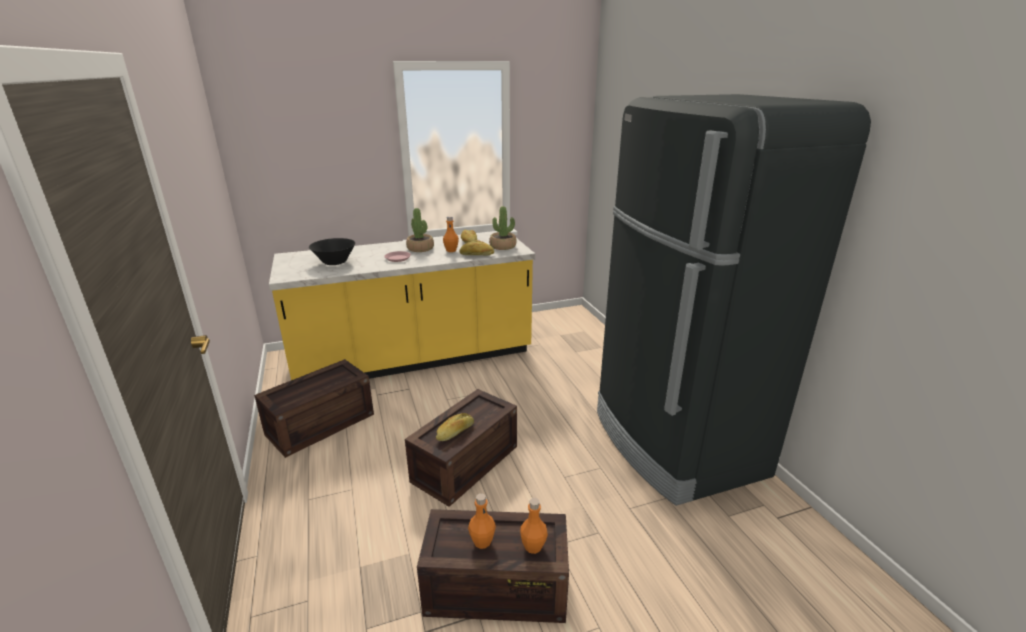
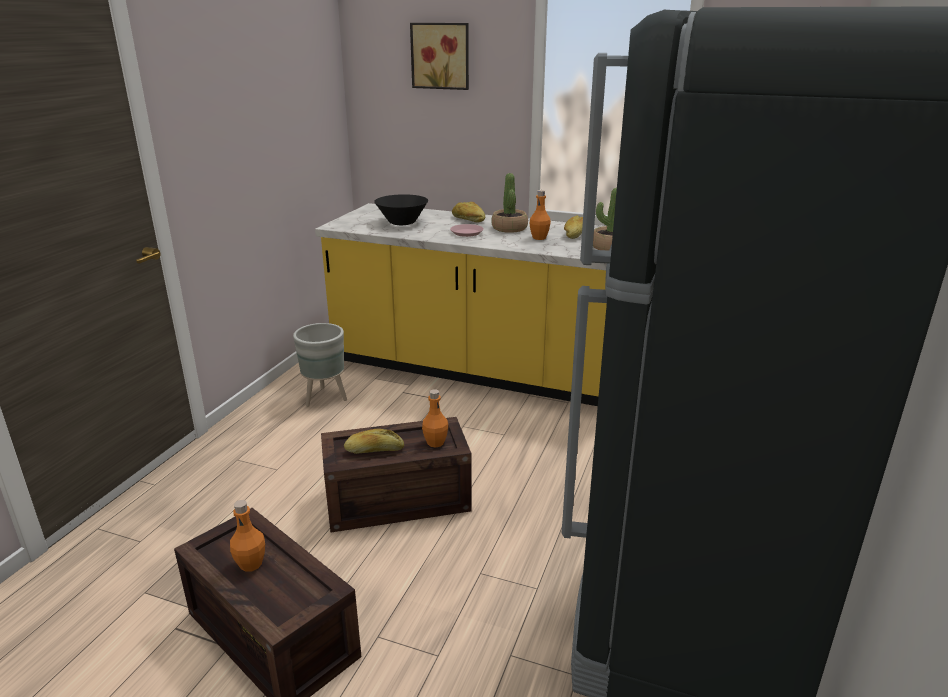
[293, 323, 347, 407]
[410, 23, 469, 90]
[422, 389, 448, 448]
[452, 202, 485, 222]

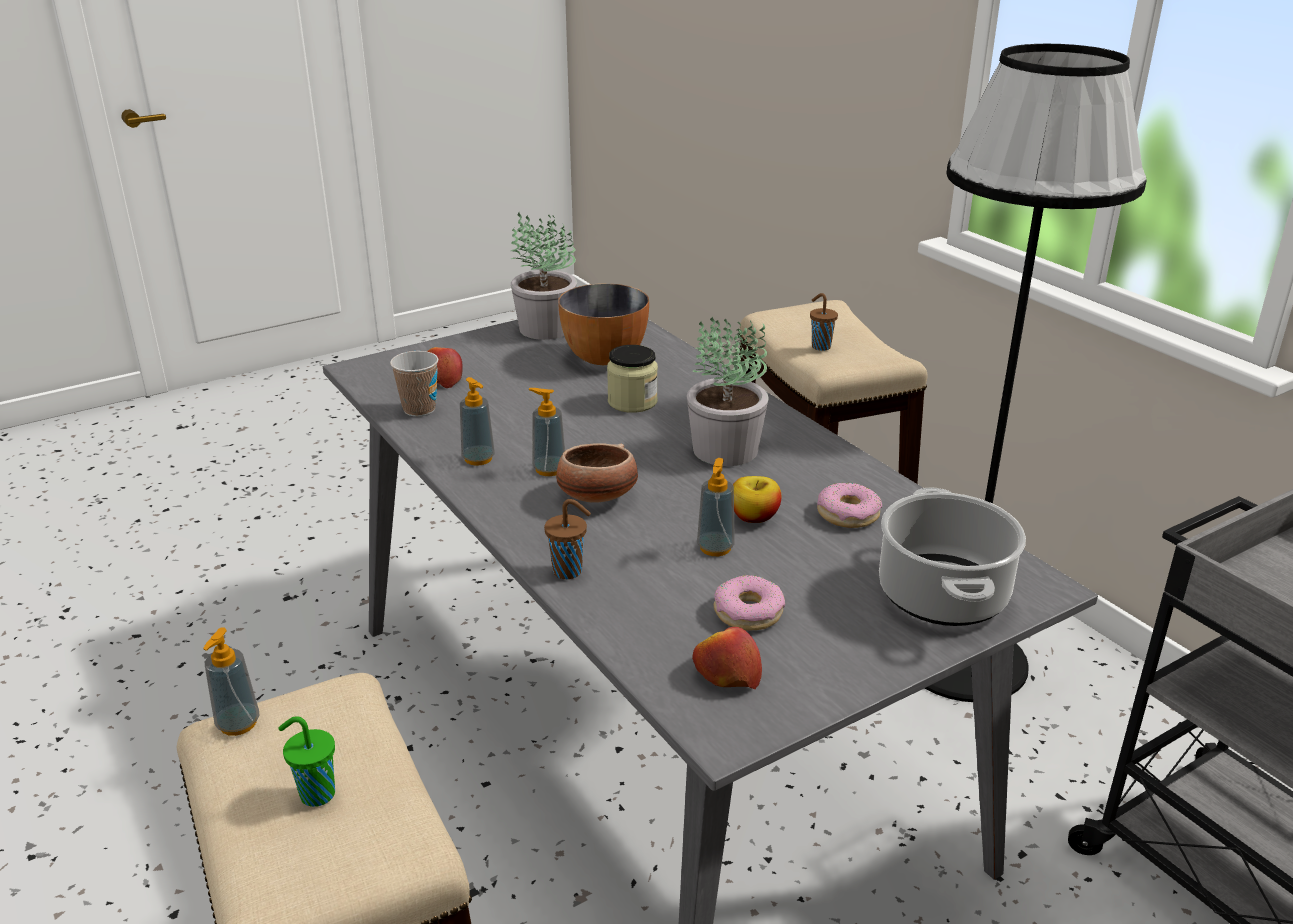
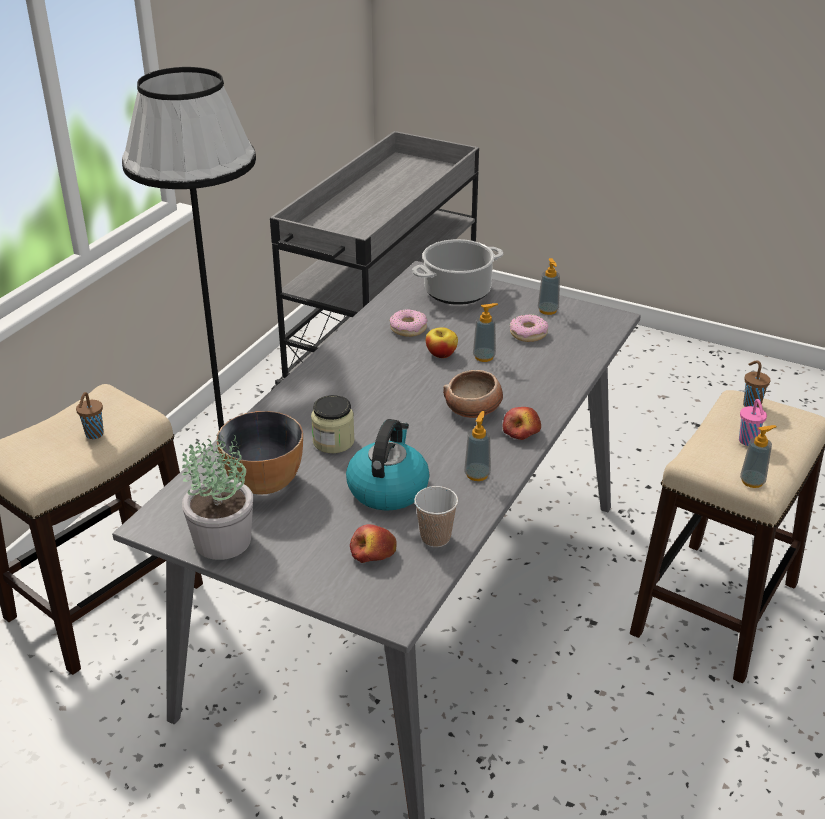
[346, 419, 430, 511]
[503, 407, 541, 440]
[538, 258, 560, 315]
[739, 399, 767, 446]
[743, 360, 771, 408]
[687, 317, 769, 466] (first image)

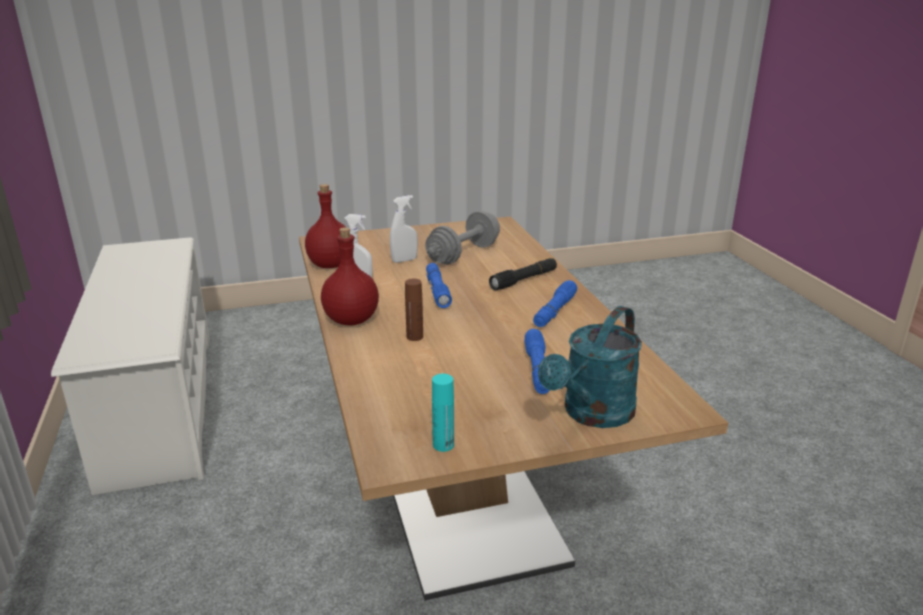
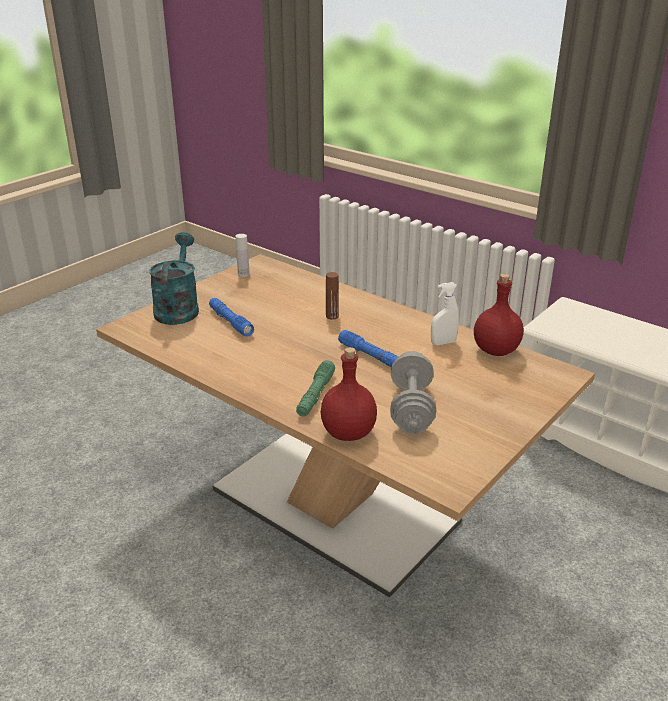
[236, 234, 250, 277]
[296, 360, 335, 417]
[321, 347, 377, 441]
[390, 195, 418, 263] (first image)
[533, 280, 577, 327] (first image)

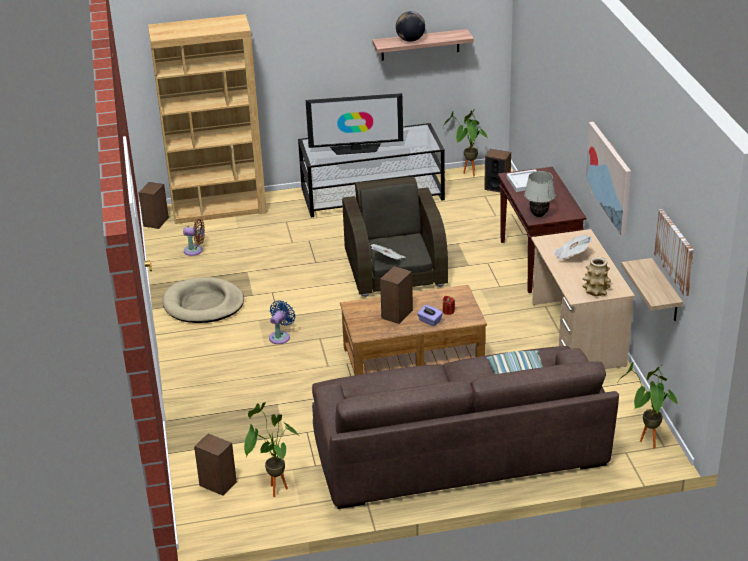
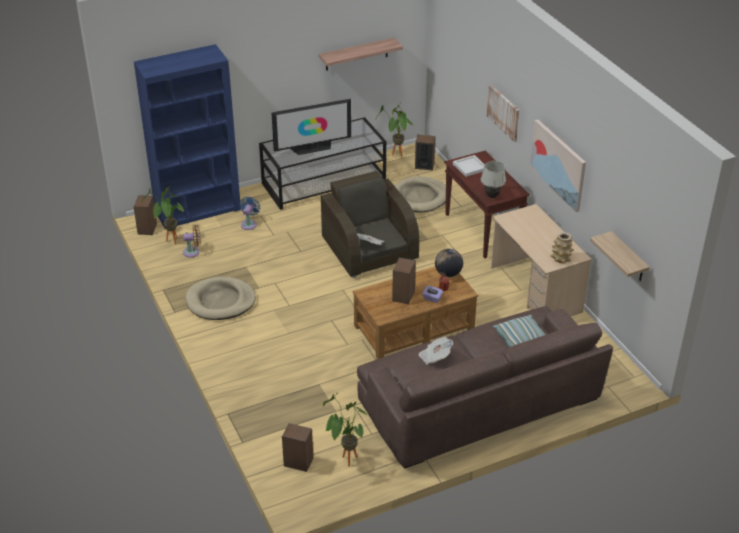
[134, 44, 241, 229]
[142, 186, 184, 245]
[240, 197, 260, 230]
[395, 176, 446, 212]
[419, 337, 453, 365]
[435, 249, 463, 277]
[487, 85, 519, 142]

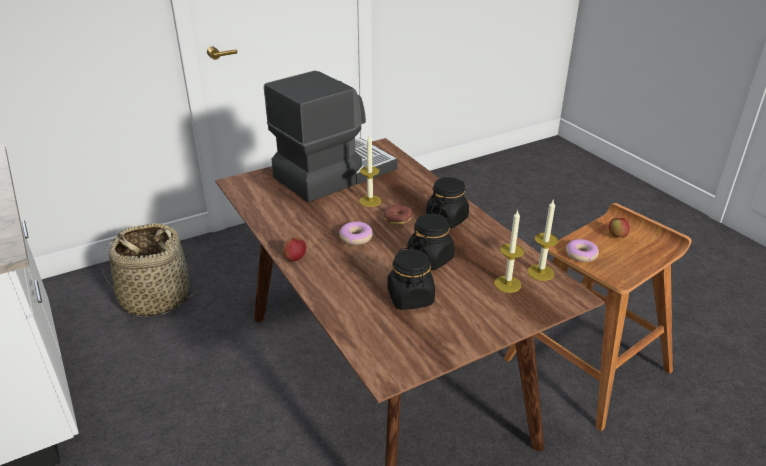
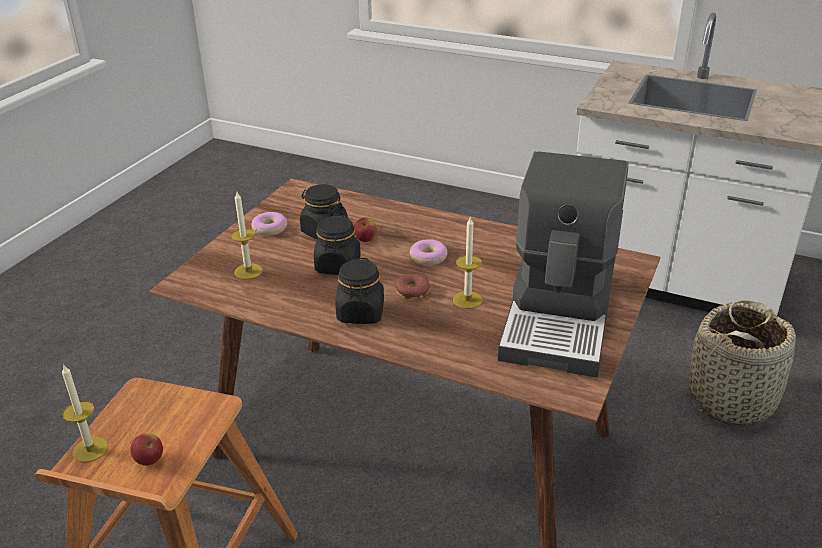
[62, 364, 108, 463]
[252, 212, 287, 236]
[354, 217, 377, 242]

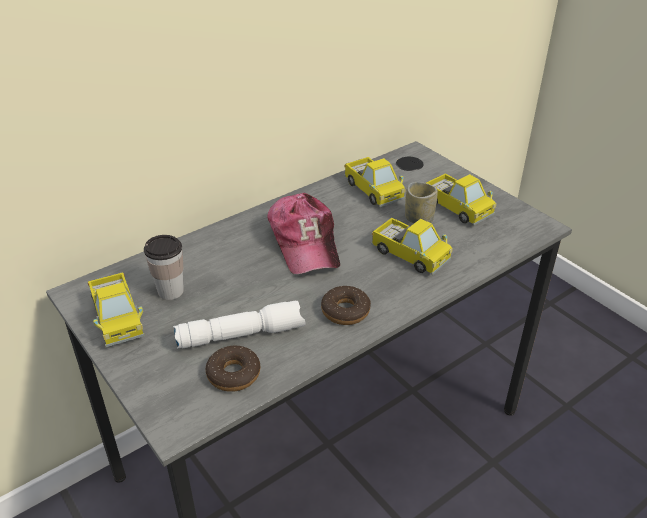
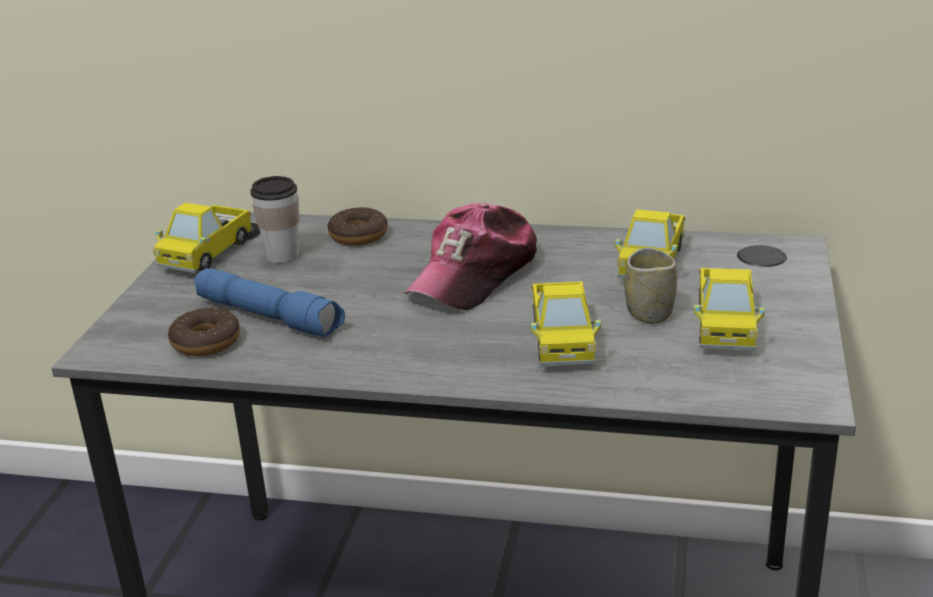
[194, 268, 345, 337]
[328, 207, 388, 246]

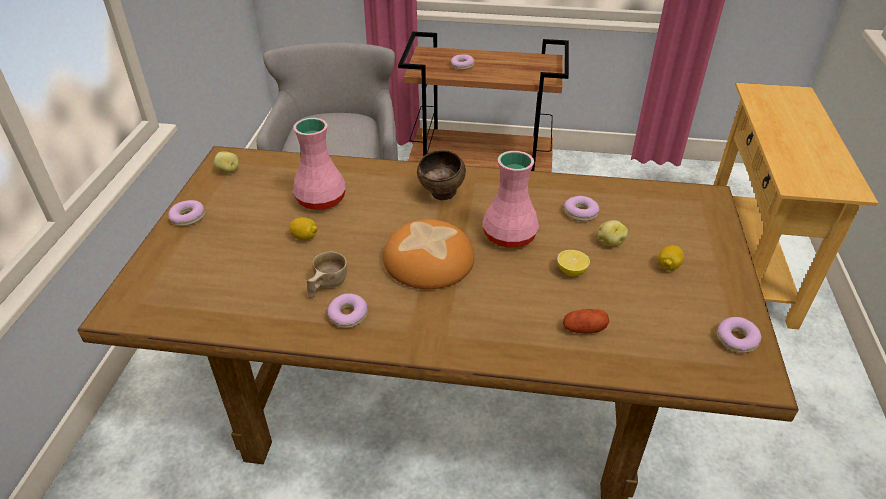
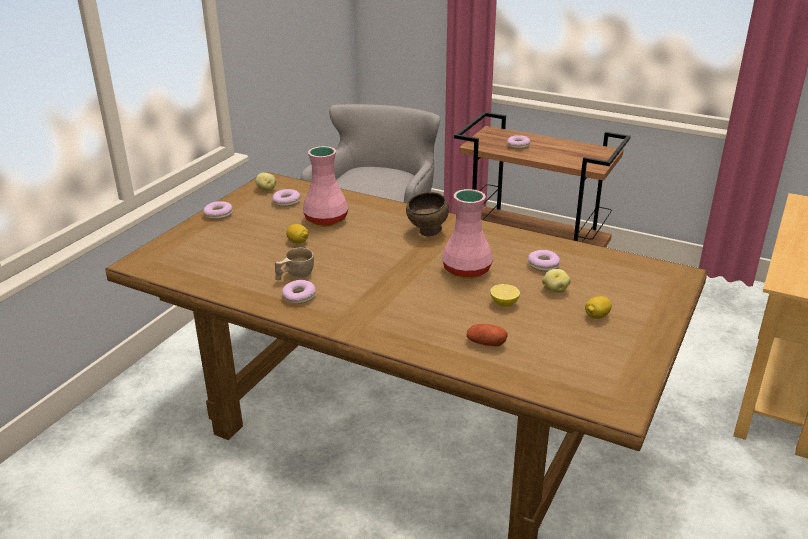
[273, 189, 300, 207]
[383, 219, 474, 289] (first image)

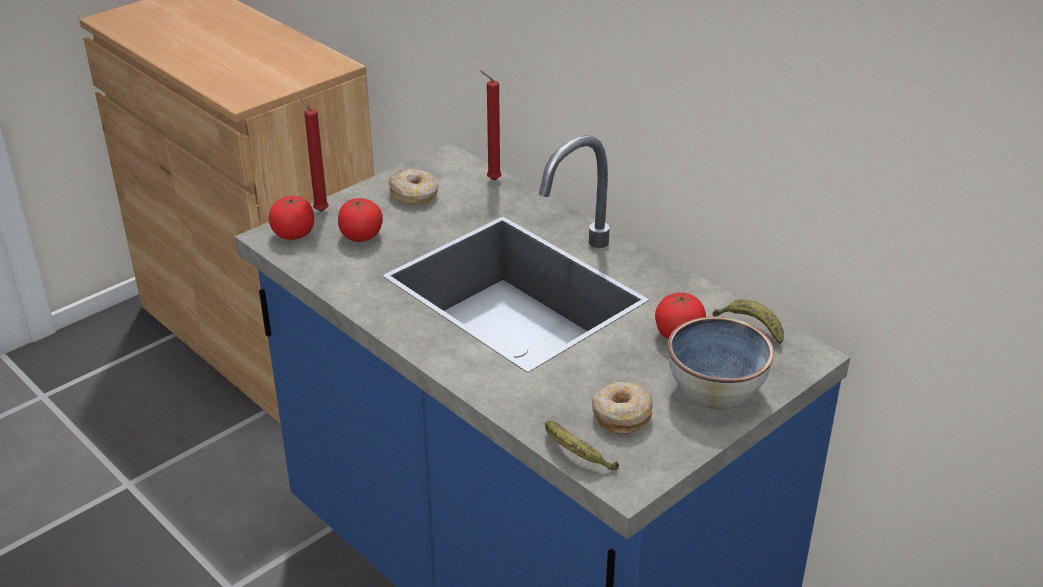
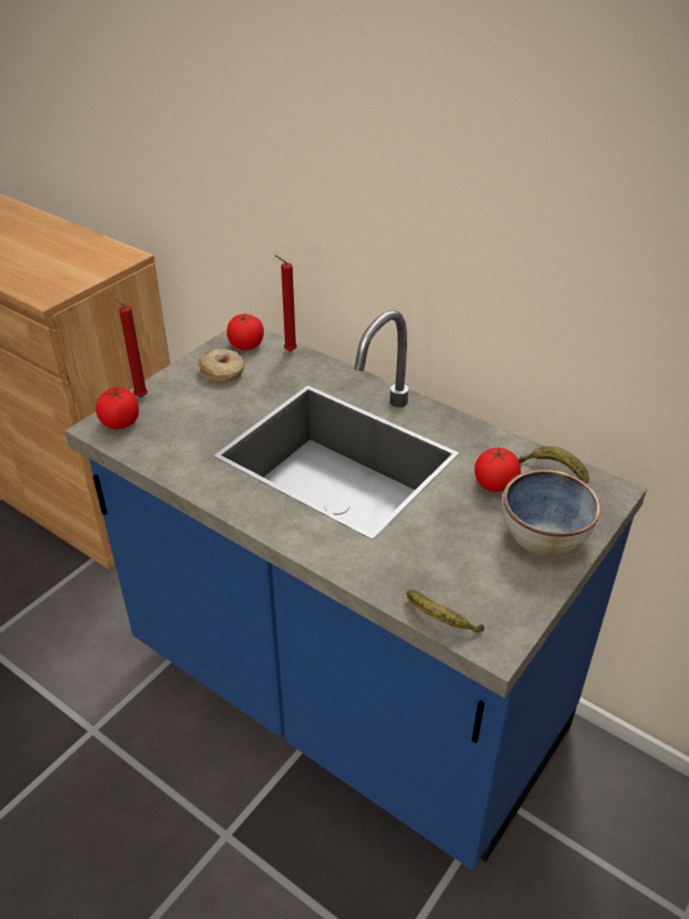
[227, 314, 264, 350]
[592, 382, 653, 434] (first image)

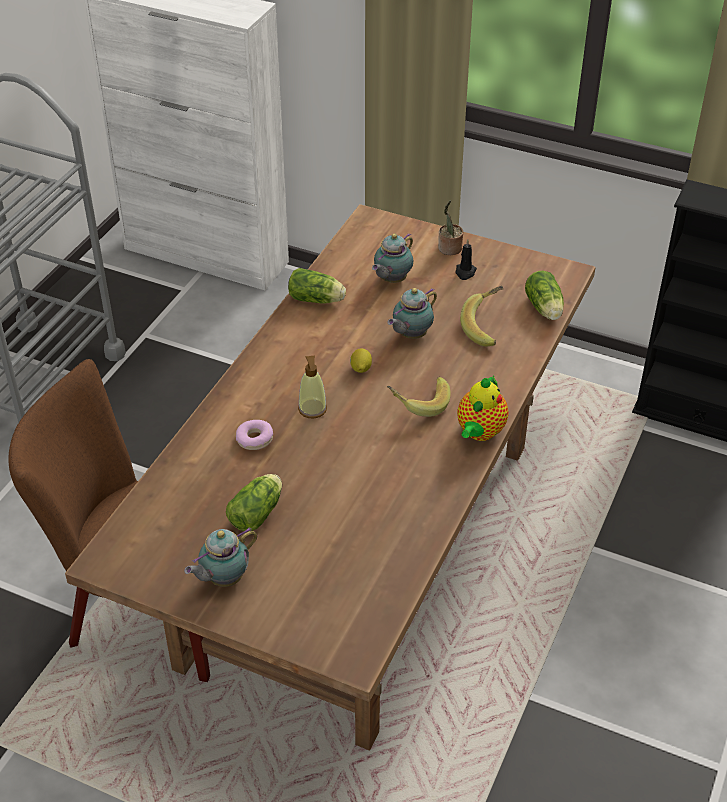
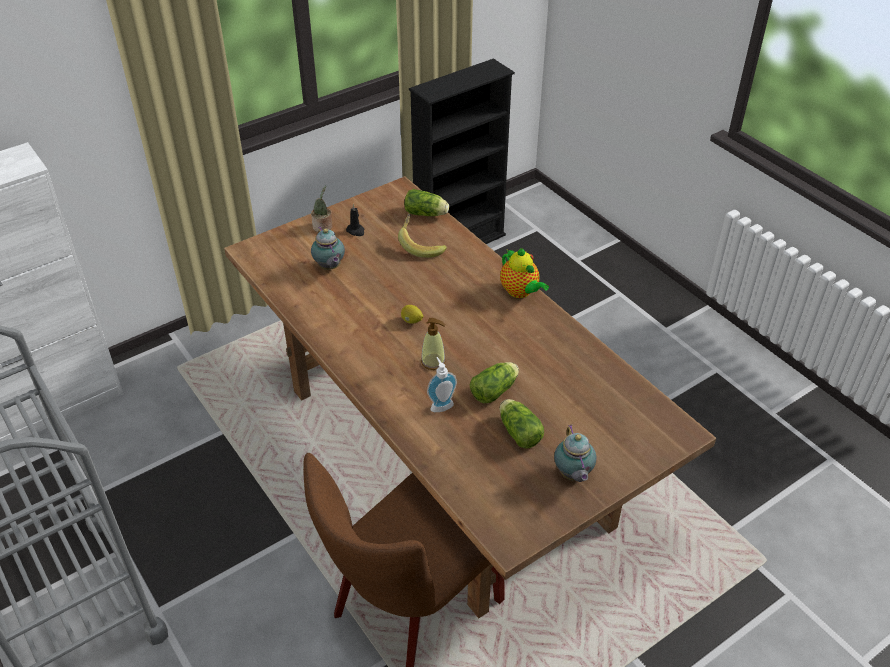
[427, 357, 457, 412]
[470, 362, 519, 403]
[387, 288, 437, 339] (first image)
[387, 377, 451, 417] (first image)

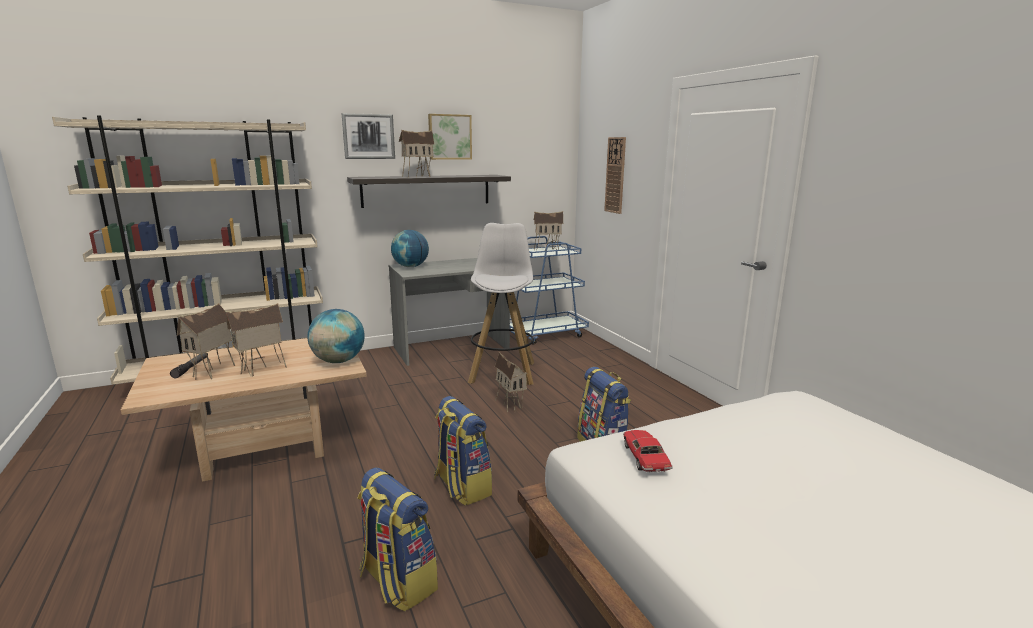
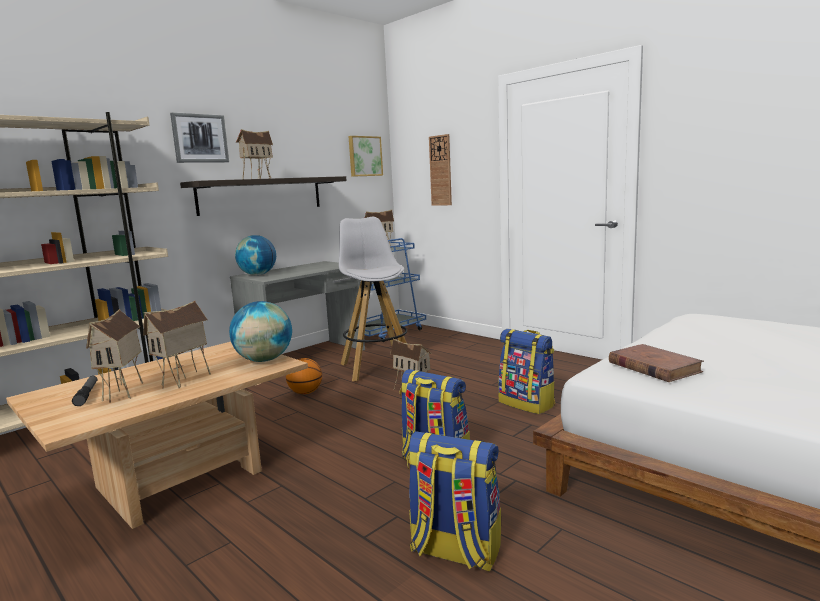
[286, 358, 322, 394]
[349, 136, 383, 177]
[609, 344, 704, 382]

